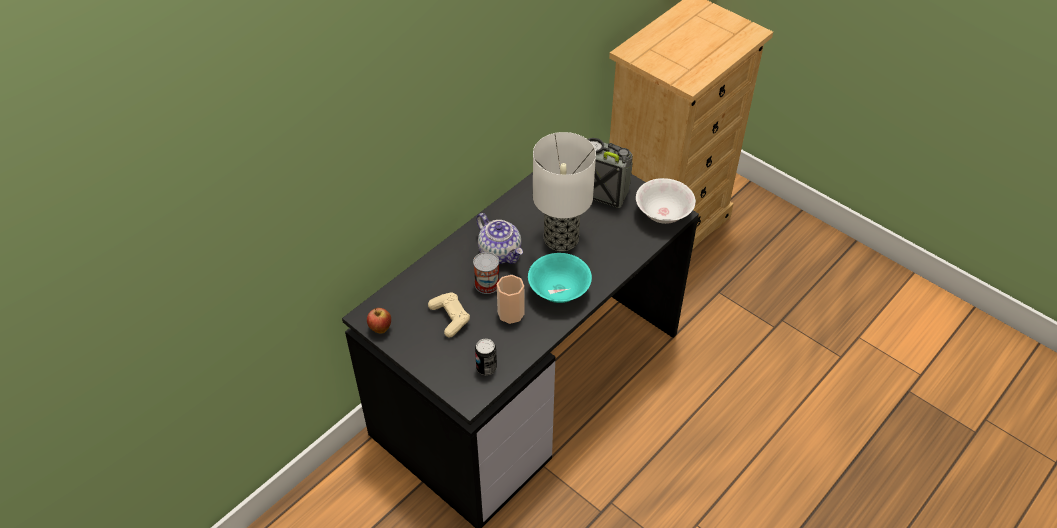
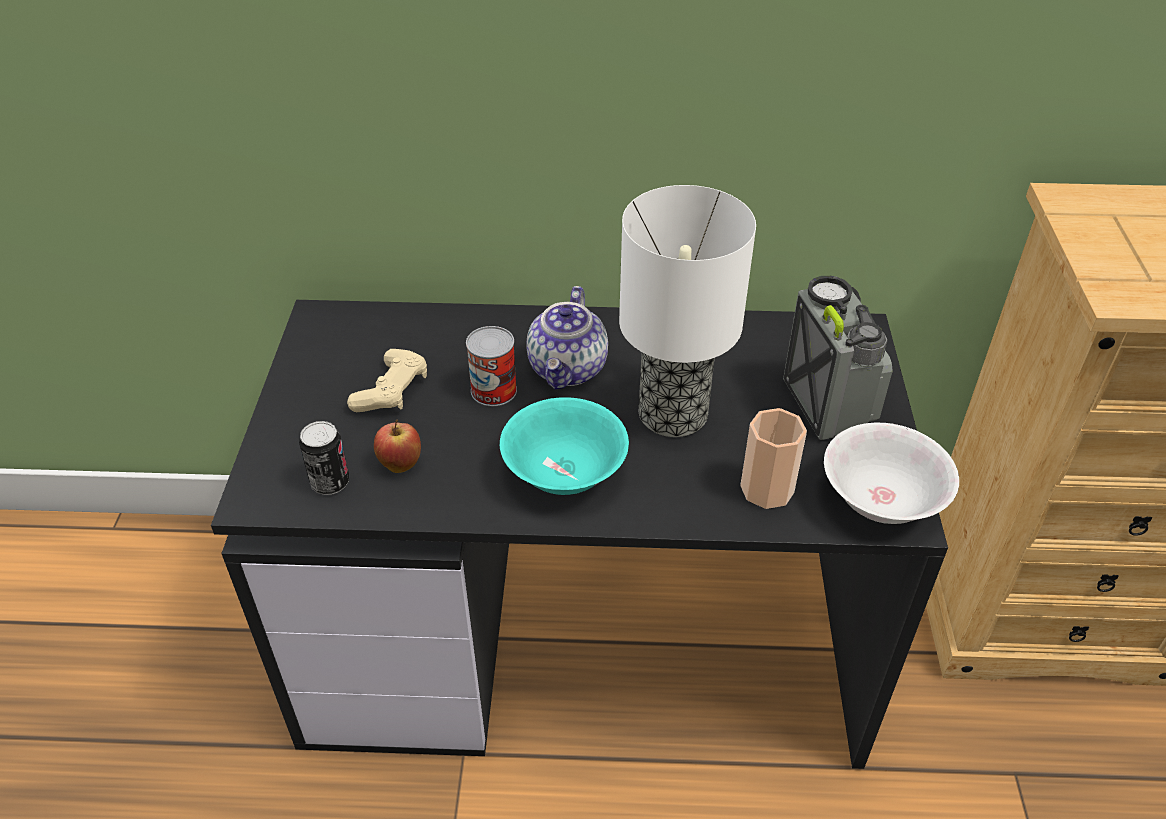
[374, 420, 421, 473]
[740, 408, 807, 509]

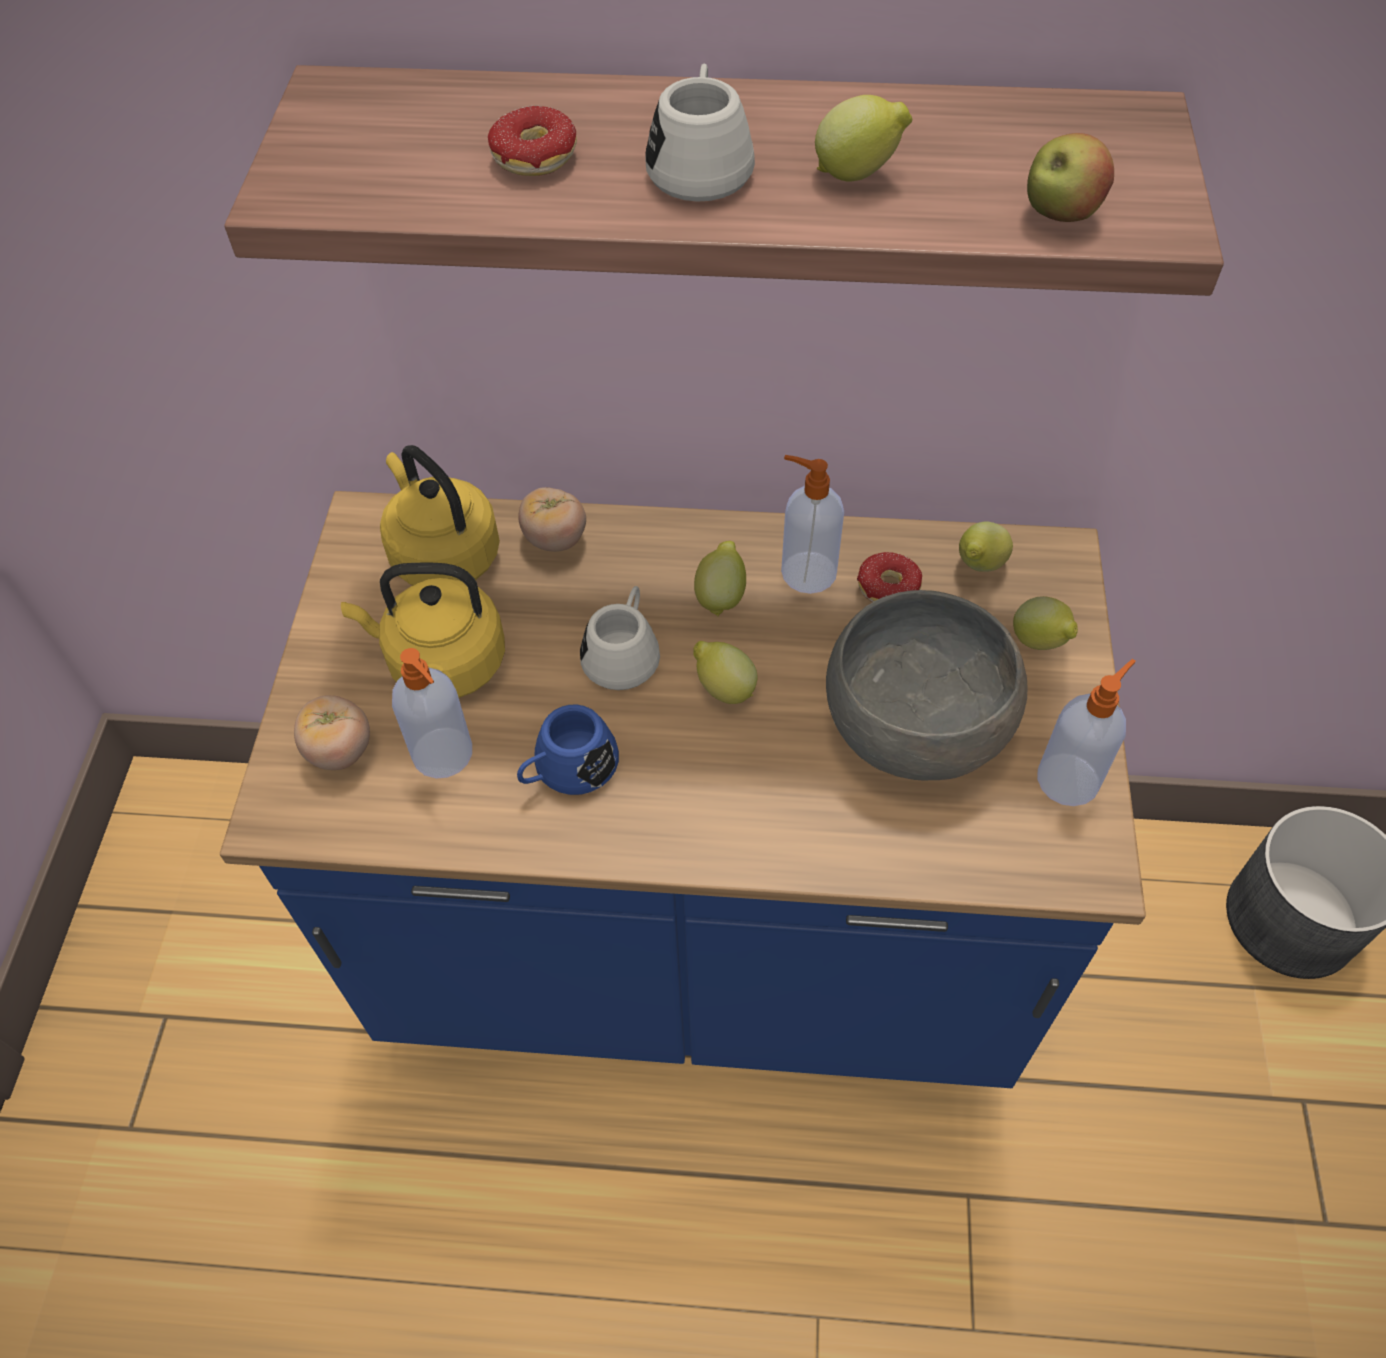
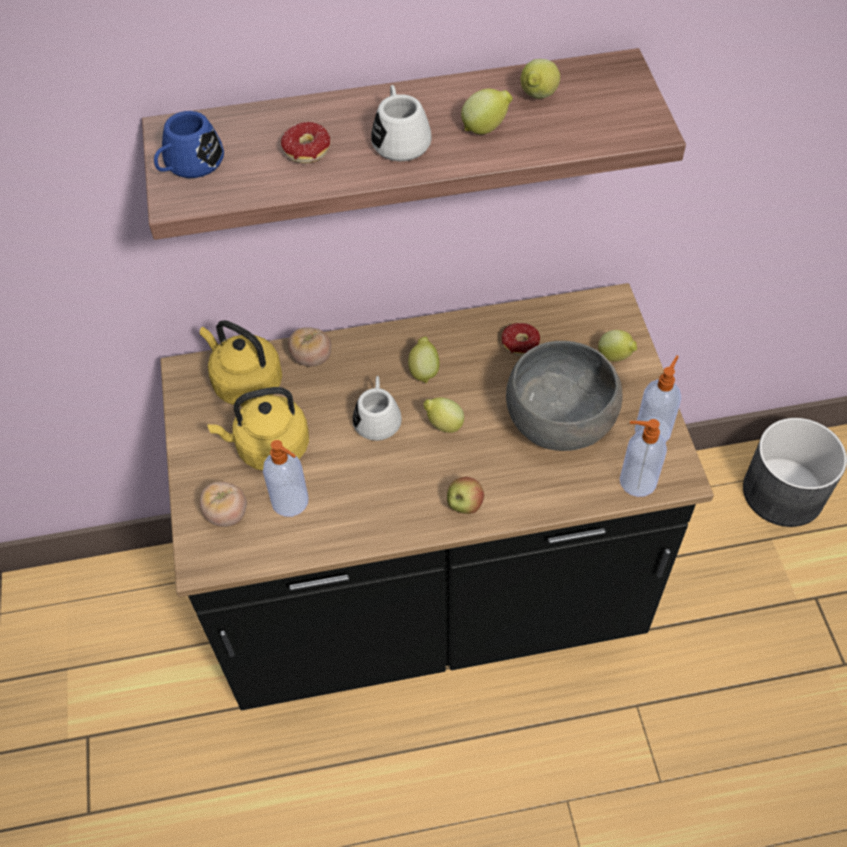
[154, 111, 224, 178]
[161, 283, 714, 710]
[447, 477, 484, 514]
[520, 59, 560, 99]
[620, 419, 667, 497]

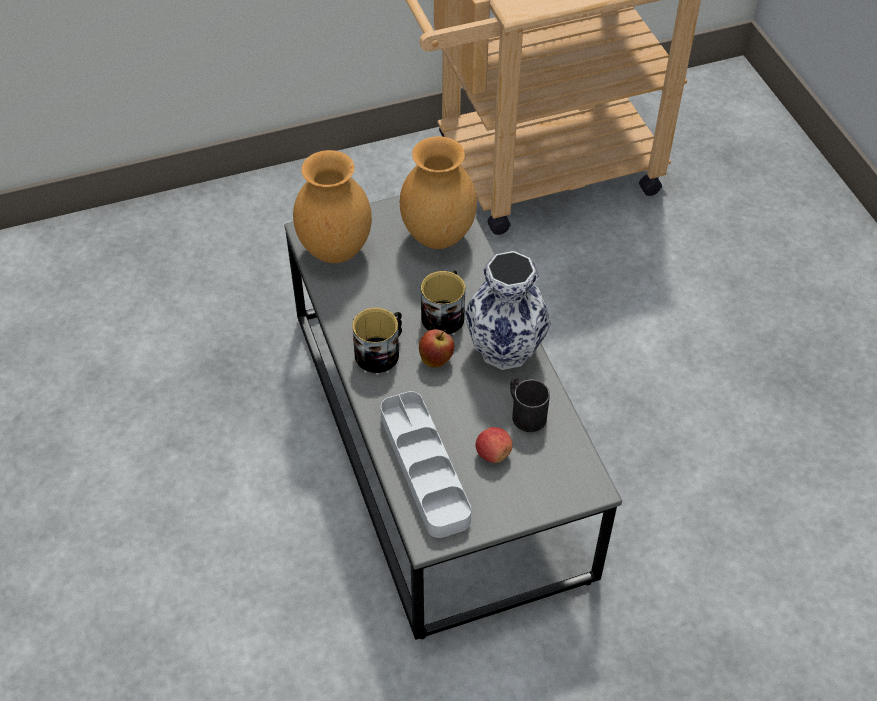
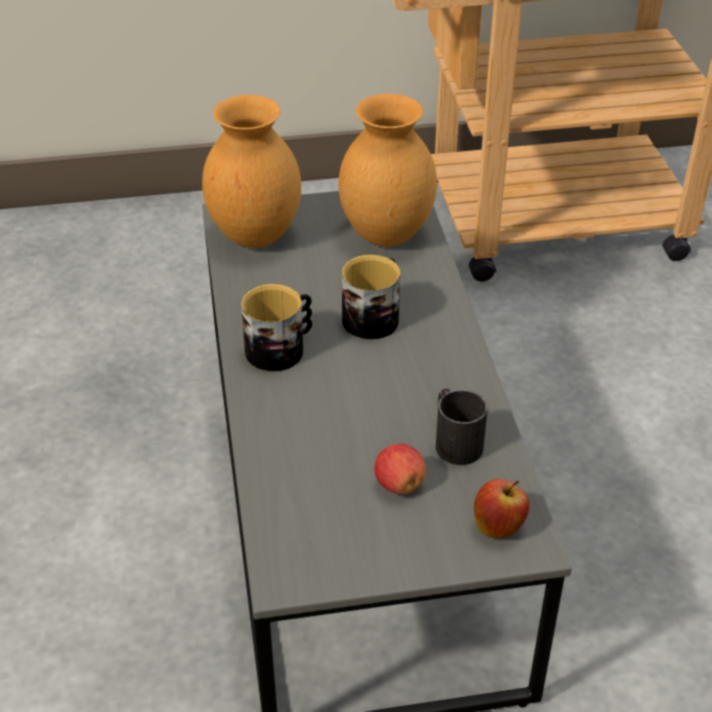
[474, 479, 529, 538]
[381, 391, 471, 538] (first image)
[464, 251, 551, 370] (first image)

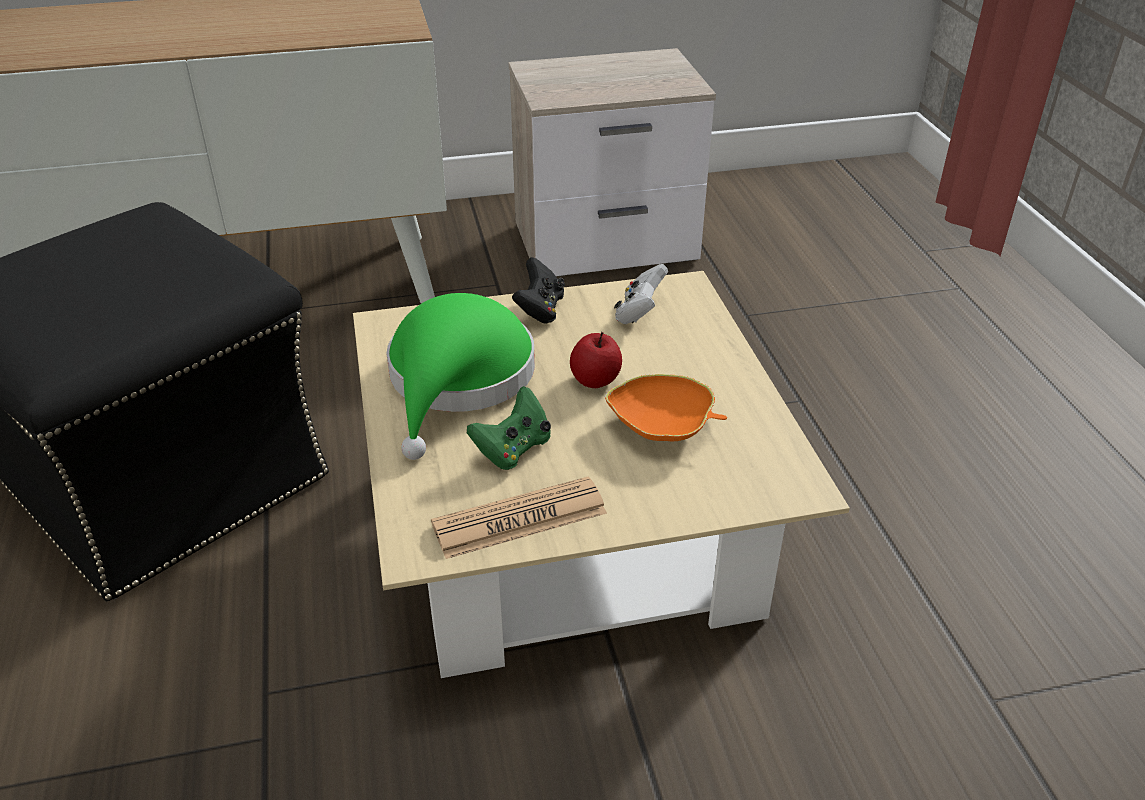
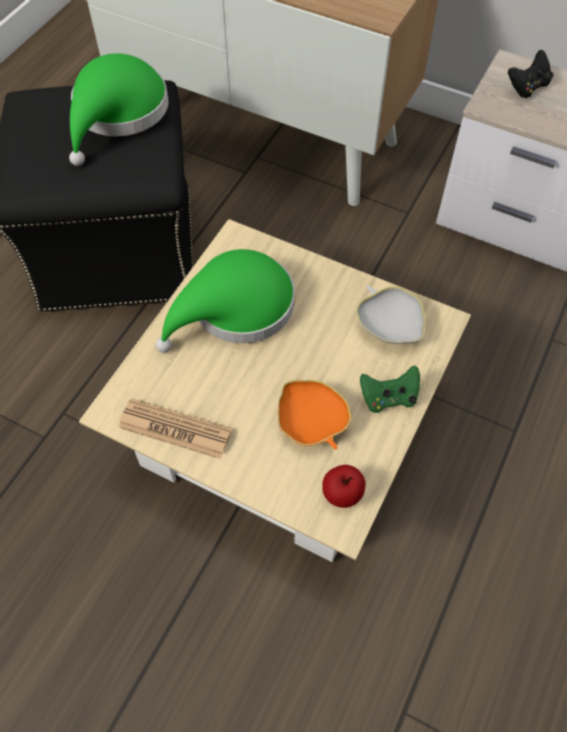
[69, 53, 168, 166]
[322, 465, 366, 508]
[356, 286, 426, 344]
[360, 365, 420, 413]
[508, 50, 553, 98]

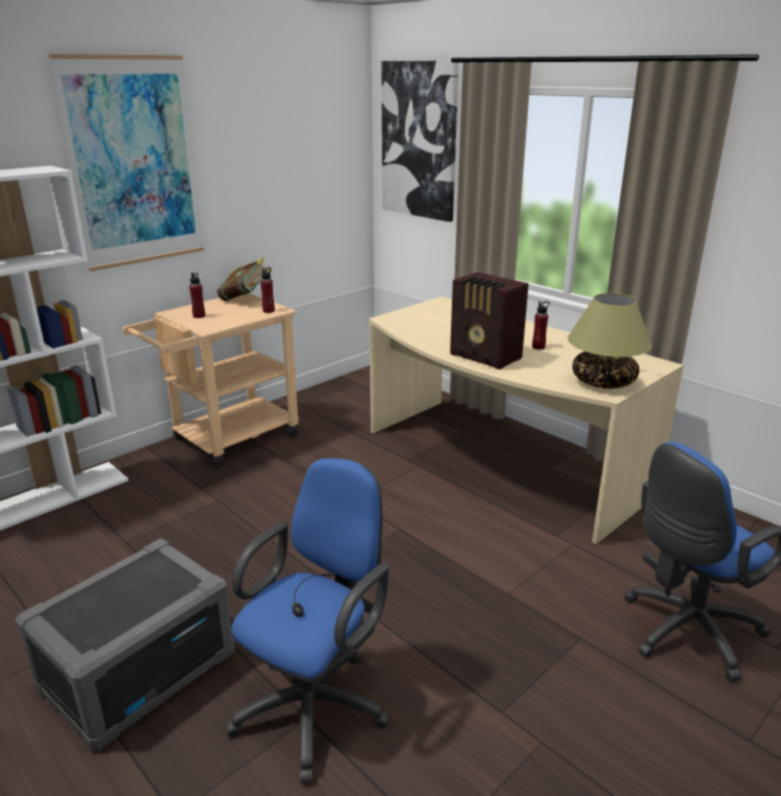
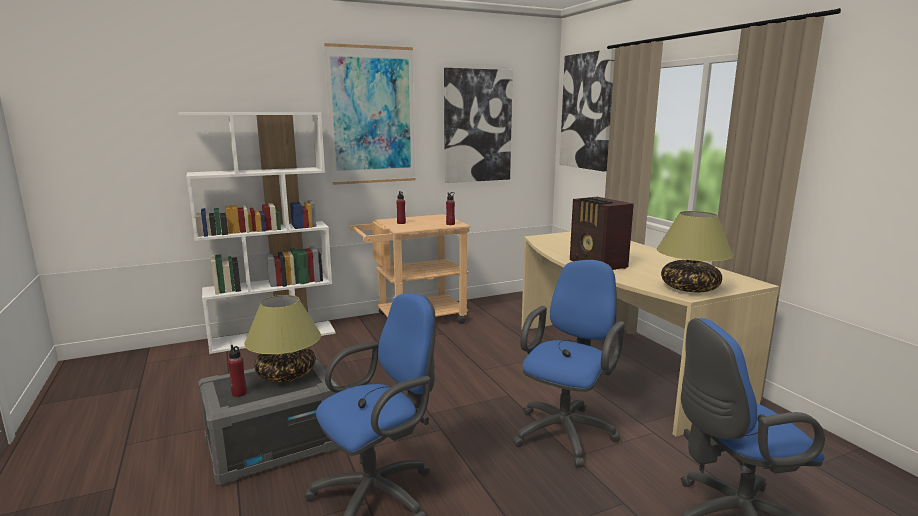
[228, 345, 247, 397]
[244, 295, 321, 382]
[444, 68, 513, 183]
[512, 260, 625, 468]
[217, 258, 272, 301] (first image)

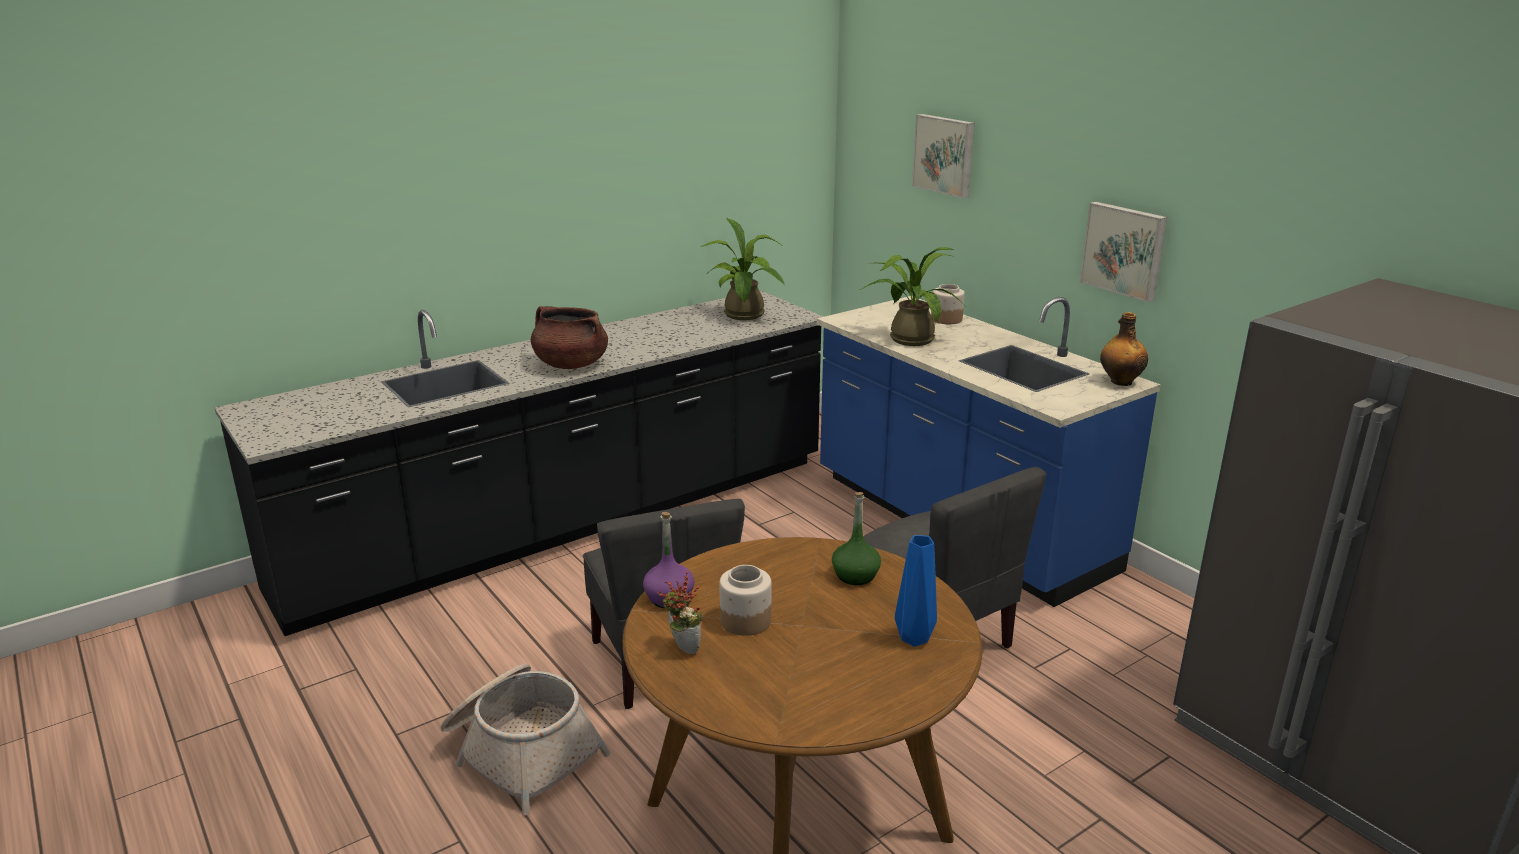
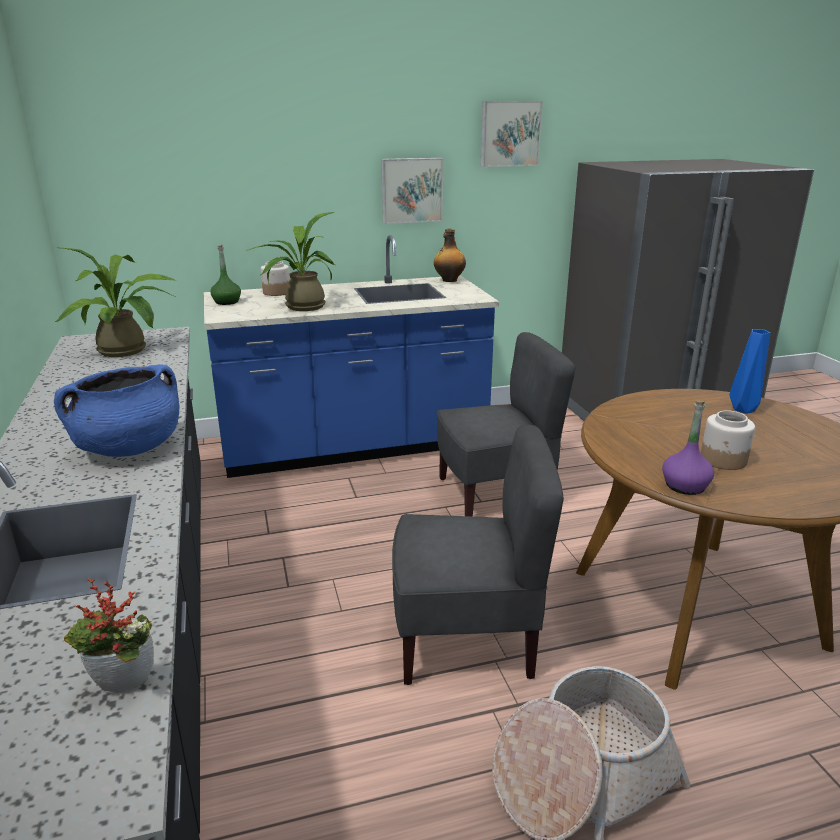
[54, 365, 179, 457]
[64, 578, 154, 692]
[210, 245, 241, 305]
[480, 101, 543, 167]

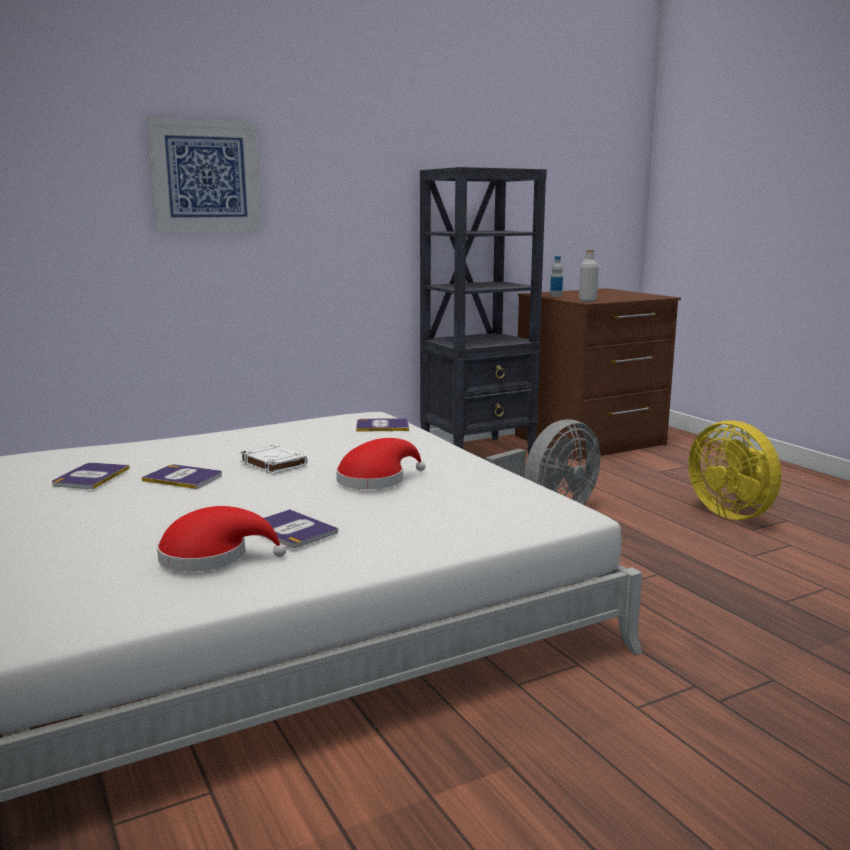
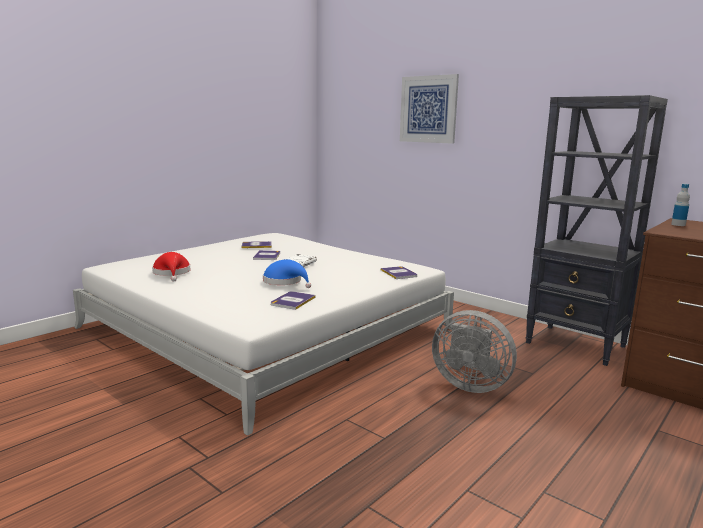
[263, 259, 311, 288]
[271, 291, 316, 310]
[579, 250, 599, 302] (first image)
[688, 420, 782, 520] (first image)

